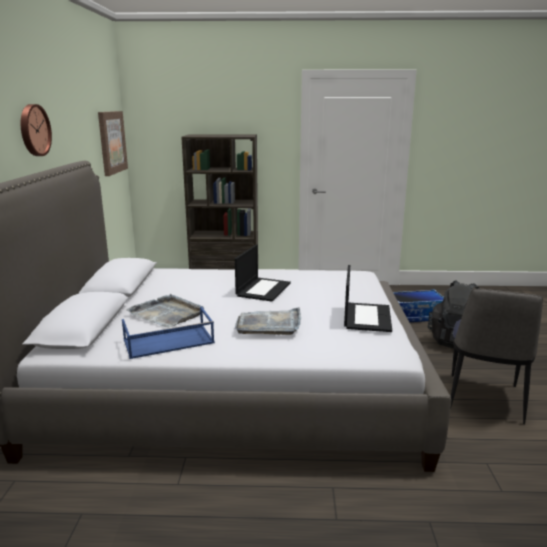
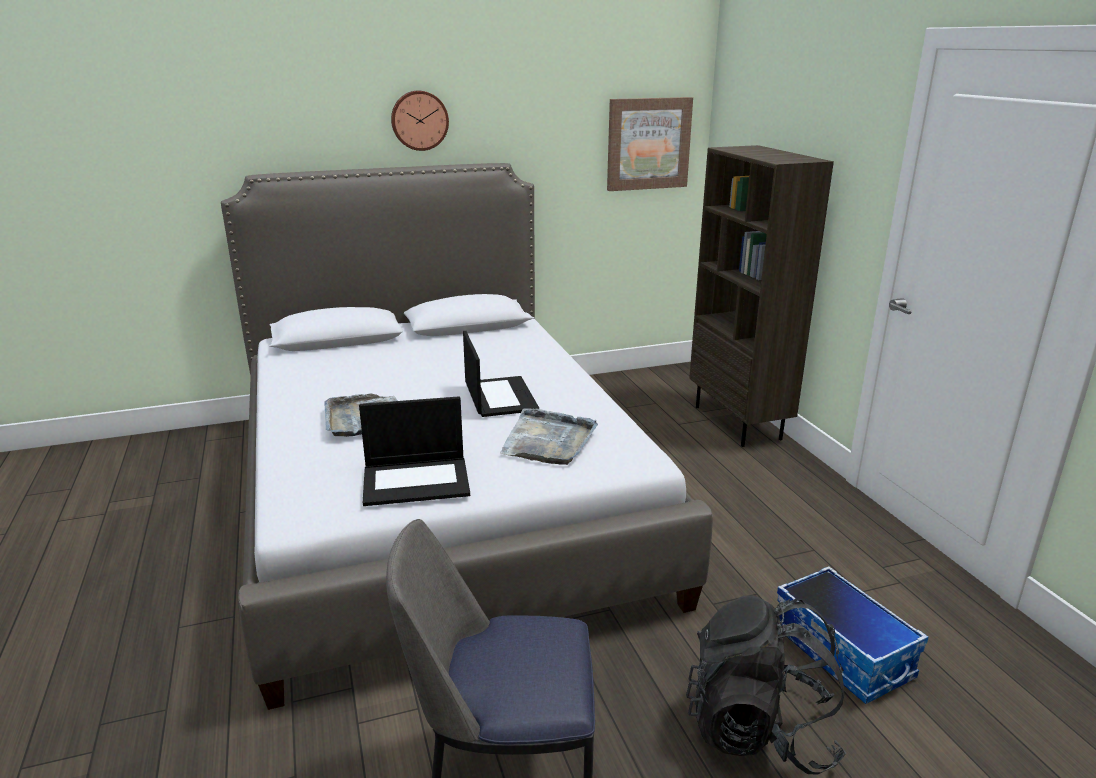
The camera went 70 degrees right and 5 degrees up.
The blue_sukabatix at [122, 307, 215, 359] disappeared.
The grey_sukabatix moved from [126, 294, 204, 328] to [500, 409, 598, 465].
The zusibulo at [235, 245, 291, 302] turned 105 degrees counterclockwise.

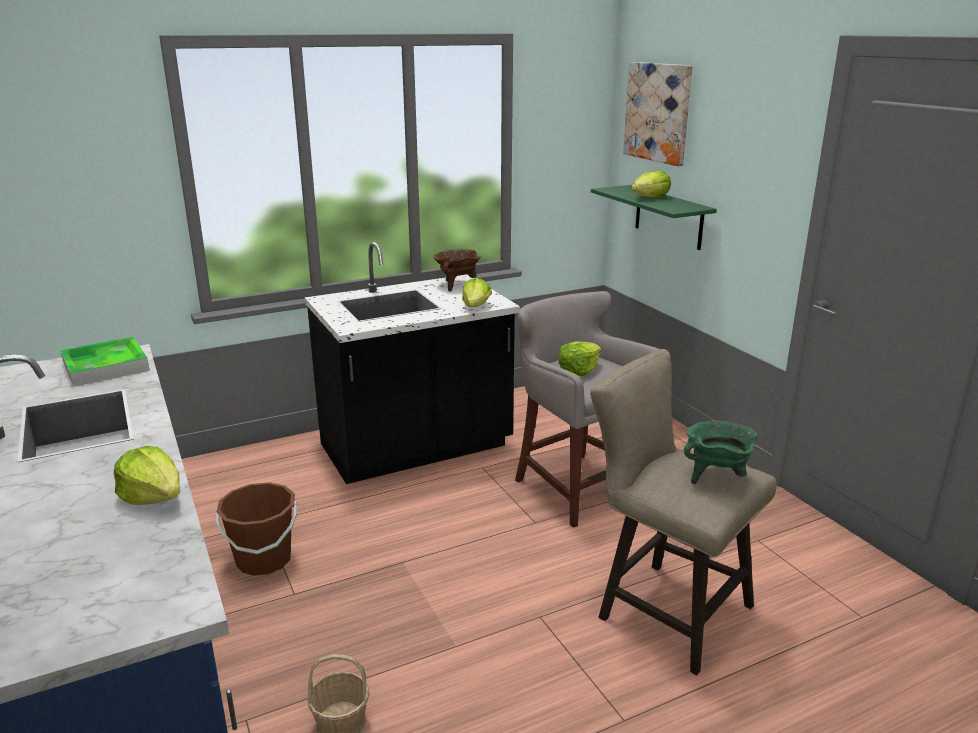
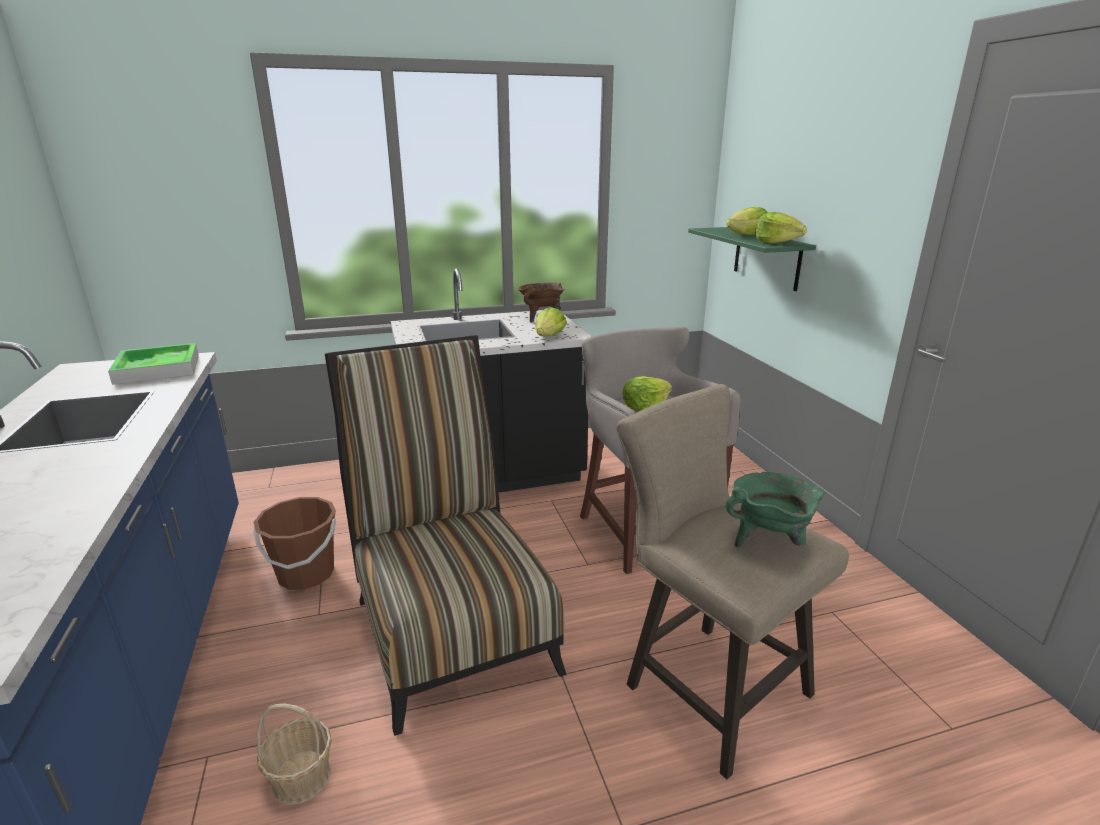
The camera went 10 degrees right and 0 degrees up.
The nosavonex moved from [113, 446, 181, 505] to [755, 212, 807, 244].
The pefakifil at [623, 62, 692, 166] disappeared.
The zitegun at [325, 335, 566, 736] appeared.

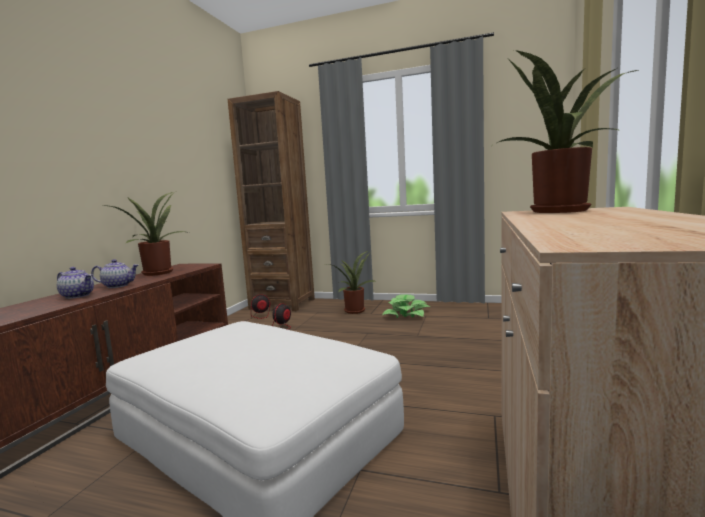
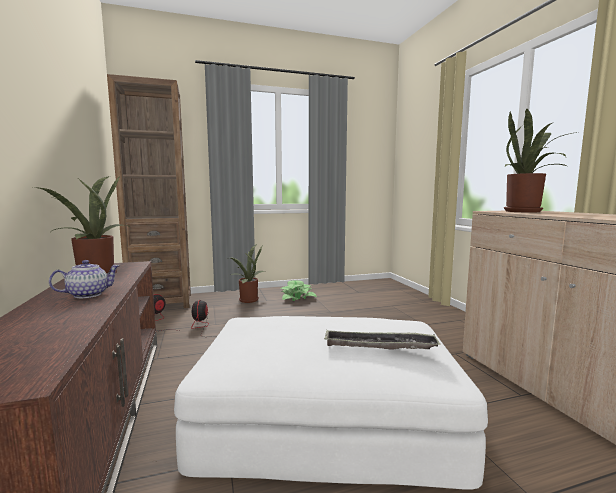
The camera went 35 degrees left and 0 degrees up.
The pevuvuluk at [57, 267, 94, 299] disappeared.
The sukabatix at [324, 330, 441, 349] appeared.

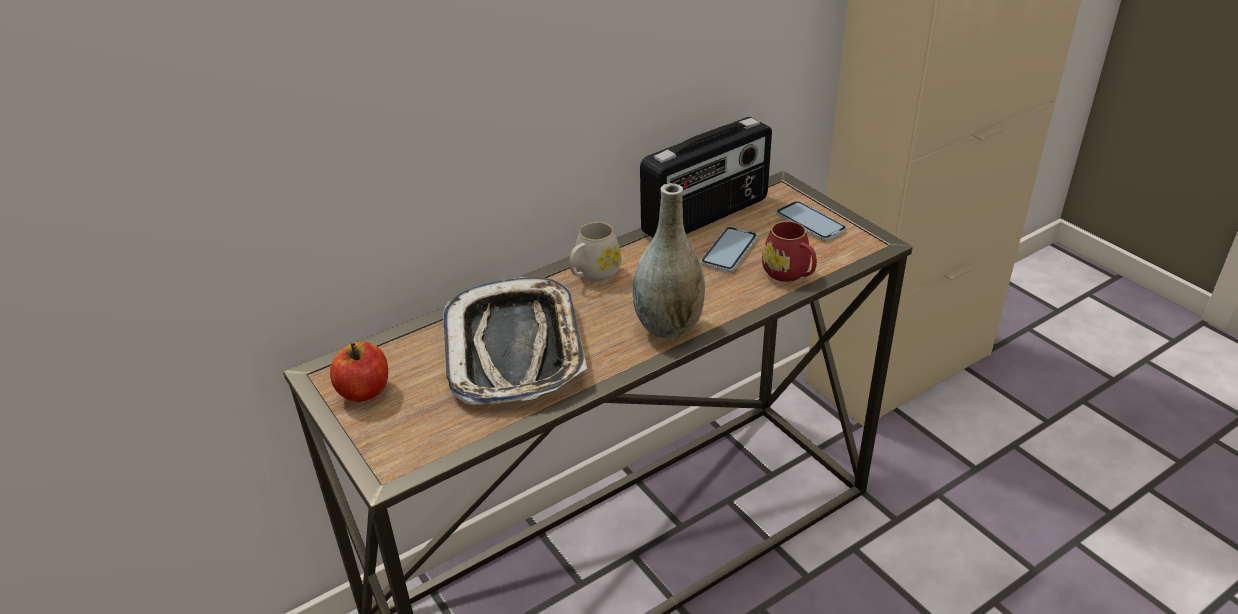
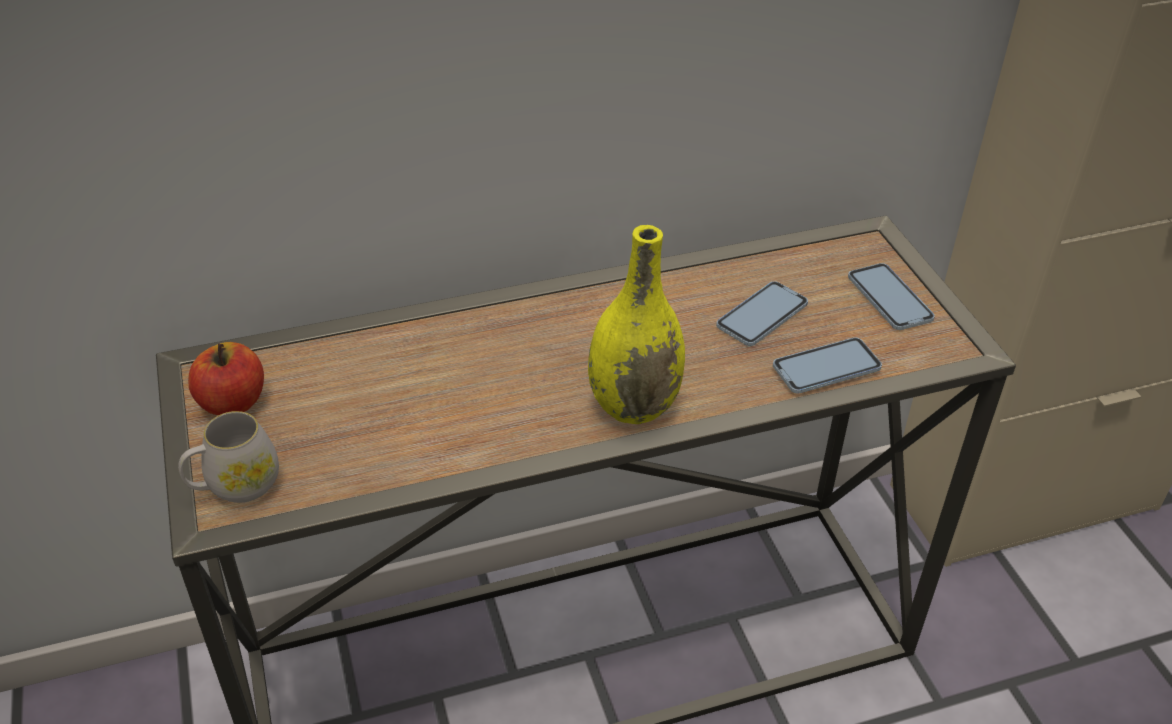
The camera went 15 degrees right and 5 degrees up.
The sukabatix at [443, 277, 587, 405] disappeared.
The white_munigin moved from [569, 222, 621, 282] to [178, 411, 279, 503].
The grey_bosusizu at [633, 183, 705, 339] became the yellow_bosusizu at [588, 225, 685, 424].
The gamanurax at [640, 117, 772, 238] disappeared.
The red_munigin at [762, 221, 817, 282] was replaced by the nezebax at [773, 337, 882, 393].

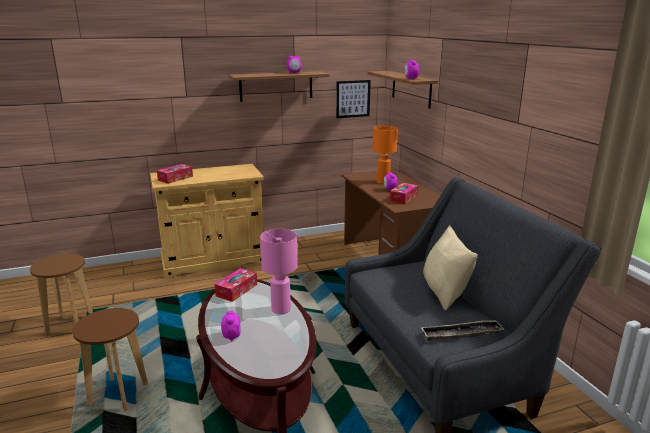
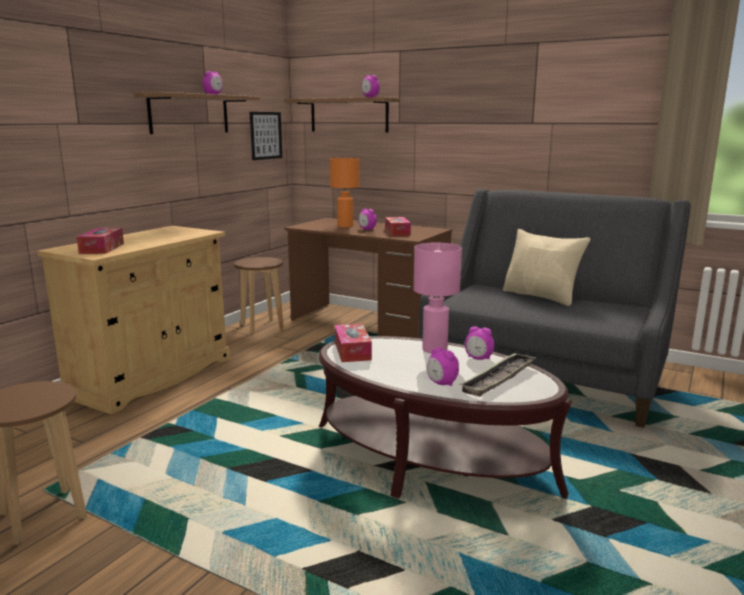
The camera went 40 degrees left and 5 degrees down.
The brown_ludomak moved from [72, 308, 148, 411] to [234, 257, 284, 334].
The sukabatix moved from [421, 320, 505, 341] to [459, 353, 535, 397].
The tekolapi at [465, 326, 494, 360] appeared.

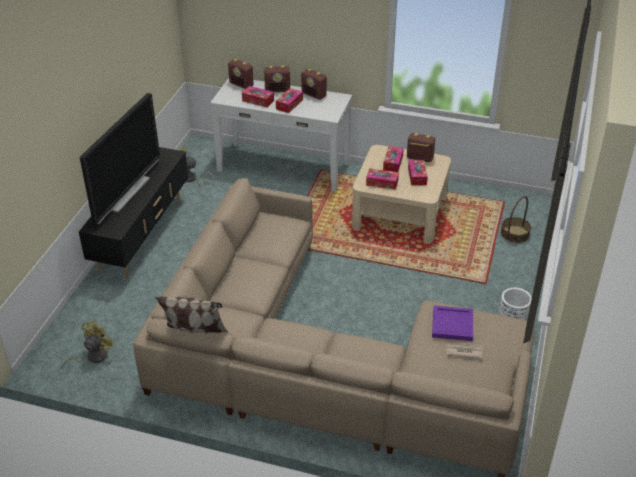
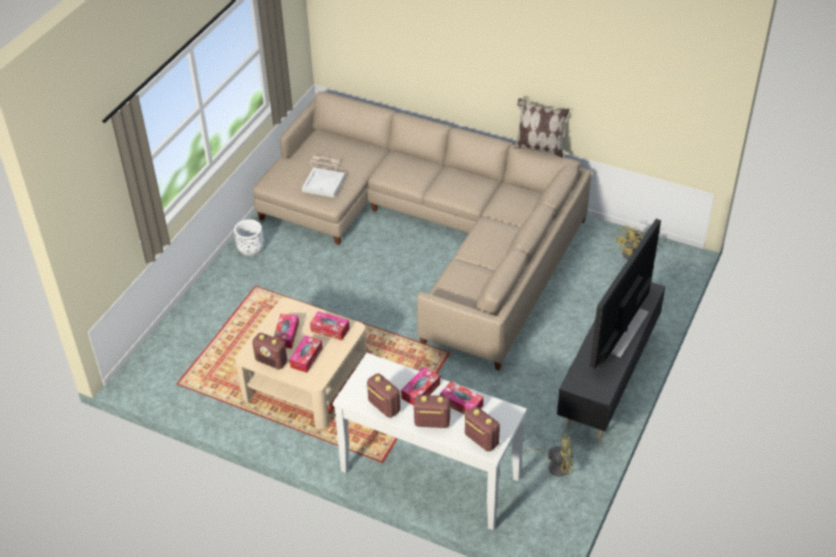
The camera went 170 degrees left and 5 degrees up.
The purple_sukabatix at [432, 306, 473, 341] became the white_sukabatix at [302, 167, 345, 198].
The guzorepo at [501, 196, 531, 243] disappeared.

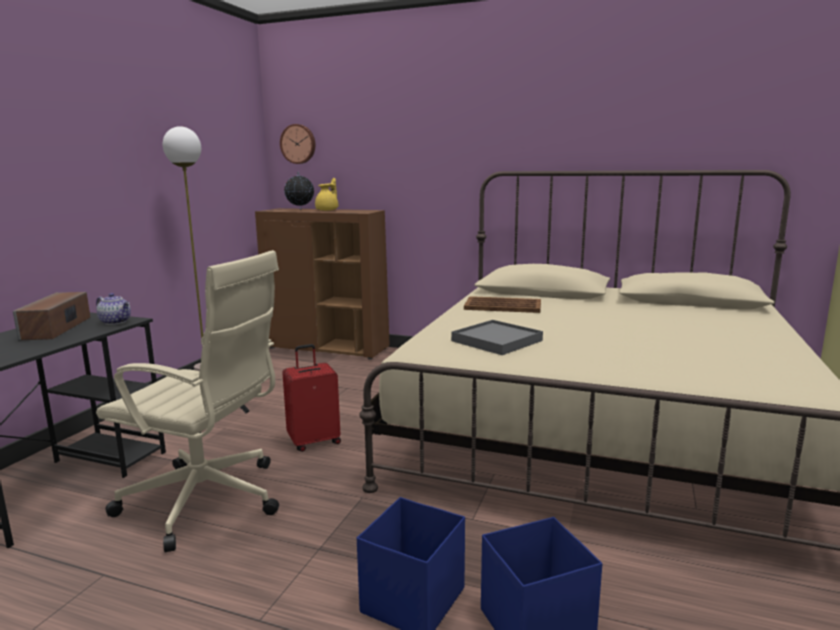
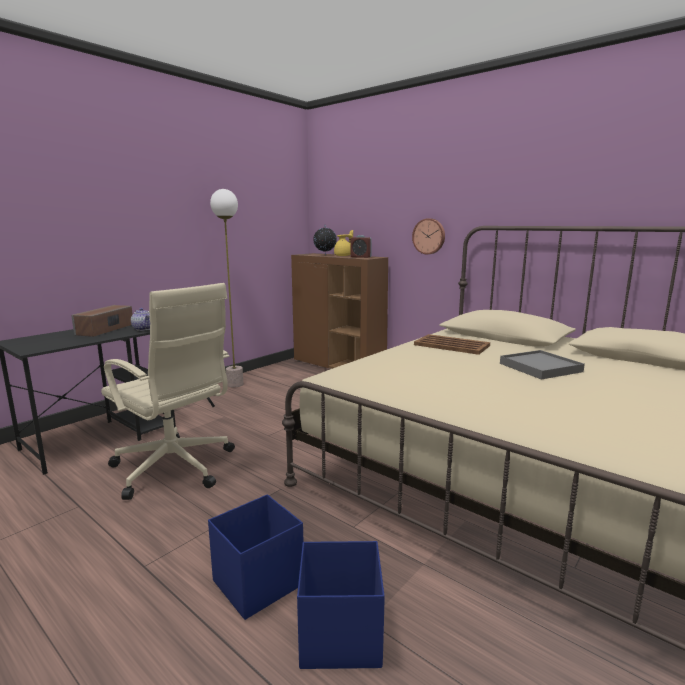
The camera went 20 degrees right and 0 degrees up.
The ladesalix moved from [280, 124, 315, 164] to [412, 218, 445, 254].
The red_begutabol at [282, 344, 341, 452] disappeared.
The grey_sukabatix moved from [451, 320, 543, 355] to [500, 350, 585, 380].
The tekolapi at [351, 235, 372, 258] appeared.

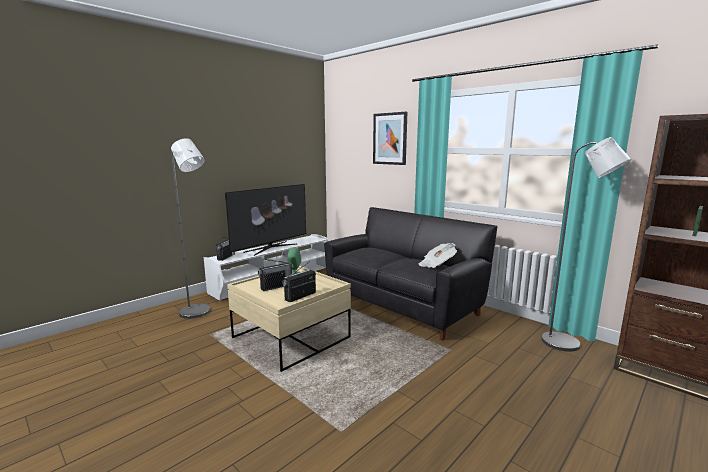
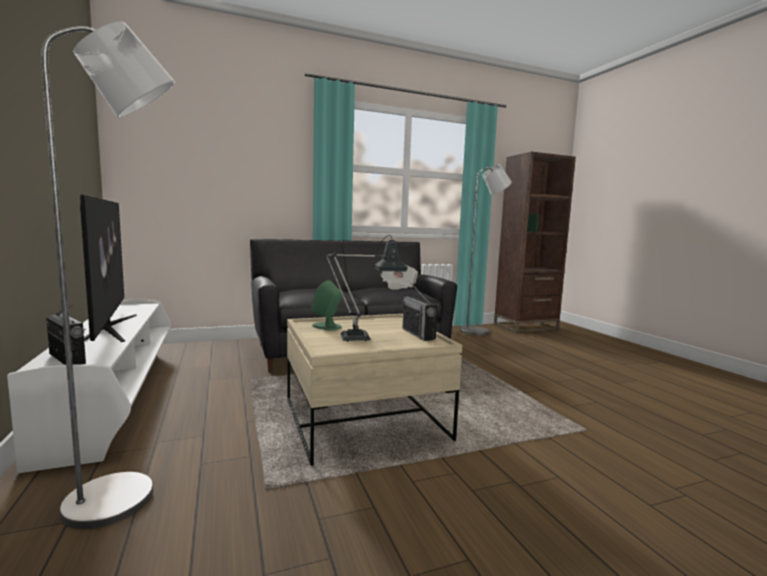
The camera went 65 degrees left and 5 degrees down.
The gamanurax at [258, 259, 294, 291] was replaced by the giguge at [325, 235, 408, 342].
The pefakifil at [373, 112, 407, 165] disappeared.

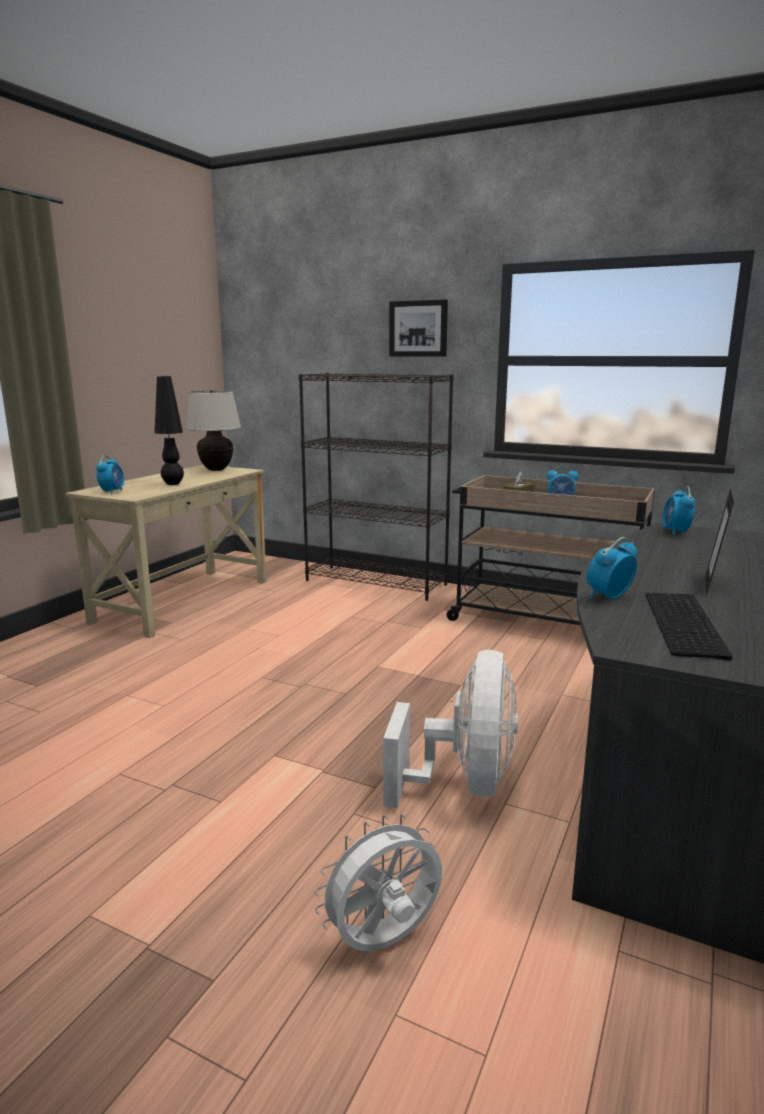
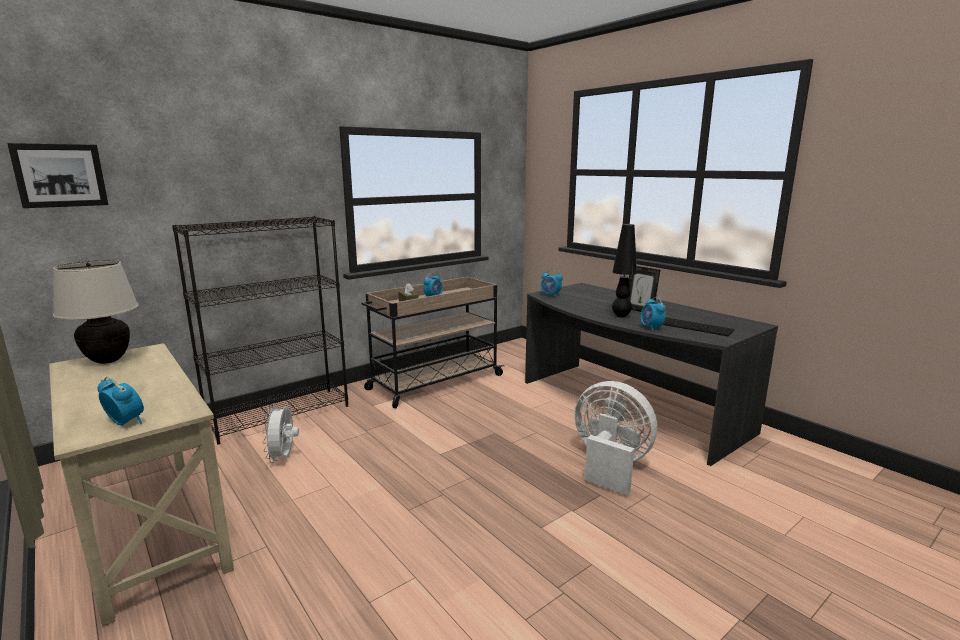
The camera went 65 degrees left and 0 degrees up.
The black_giguge moved from [155, 376, 184, 485] to [612, 224, 637, 317].
The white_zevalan moved from [315, 814, 442, 951] to [262, 403, 299, 463].
The pefakifil moved from [389, 299, 448, 357] to [7, 143, 108, 208].

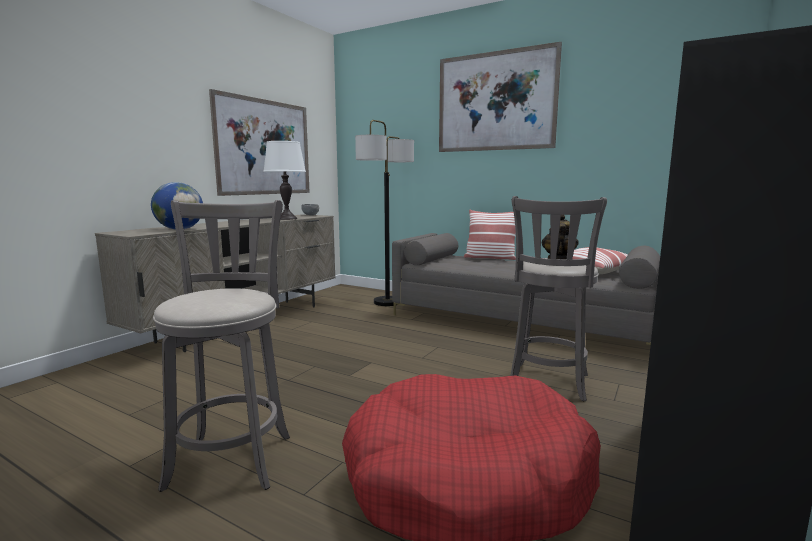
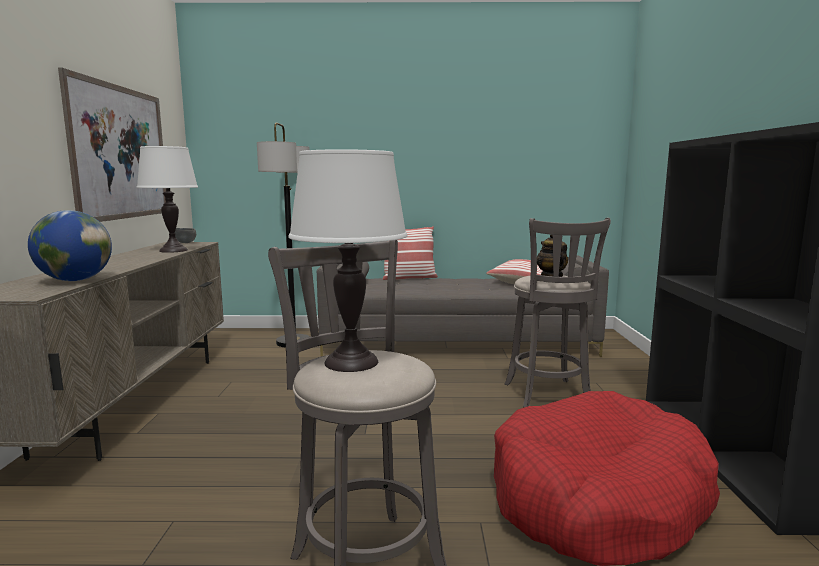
The camera went 30 degrees left and 0 degrees up.
The pefakifil at [439, 42, 562, 152] disappeared.
The white_giguge at [288, 149, 407, 372] appeared.

